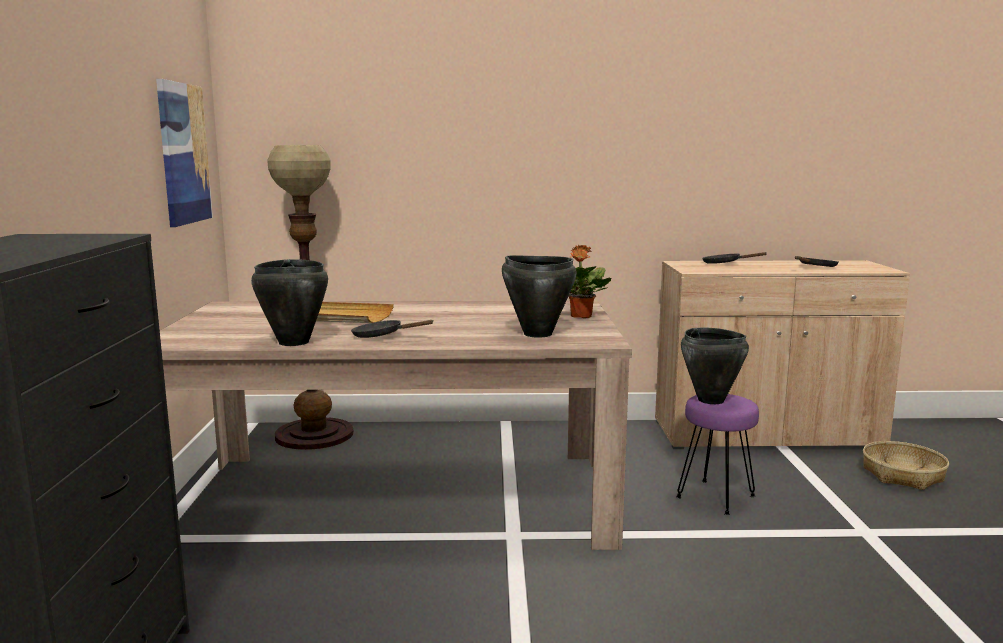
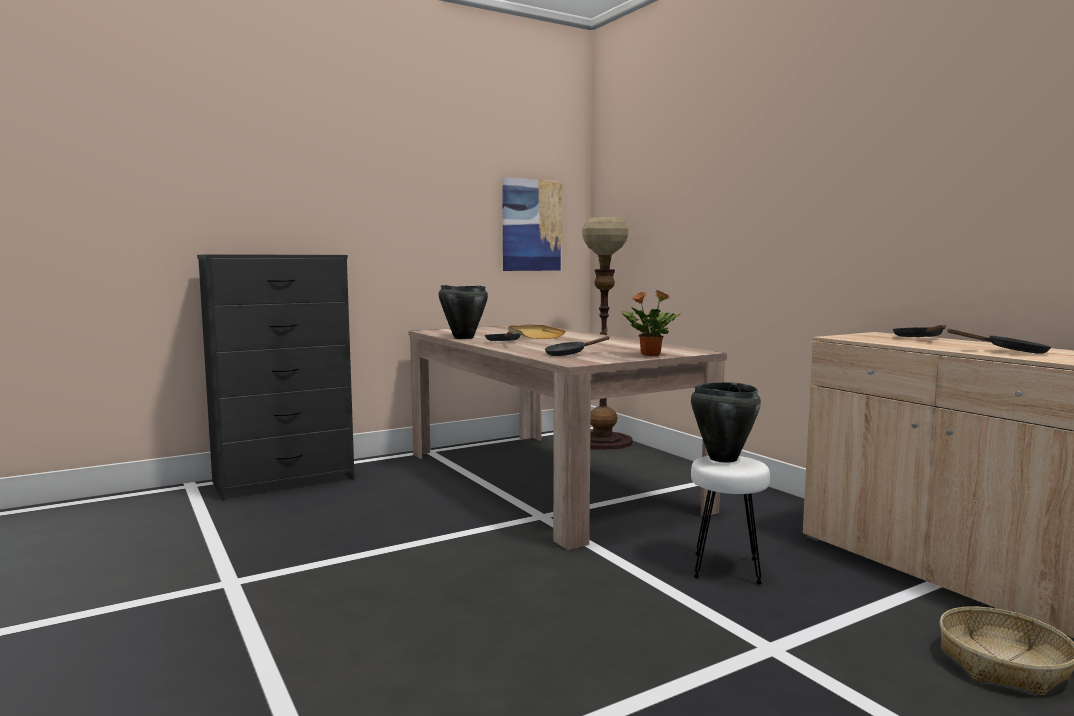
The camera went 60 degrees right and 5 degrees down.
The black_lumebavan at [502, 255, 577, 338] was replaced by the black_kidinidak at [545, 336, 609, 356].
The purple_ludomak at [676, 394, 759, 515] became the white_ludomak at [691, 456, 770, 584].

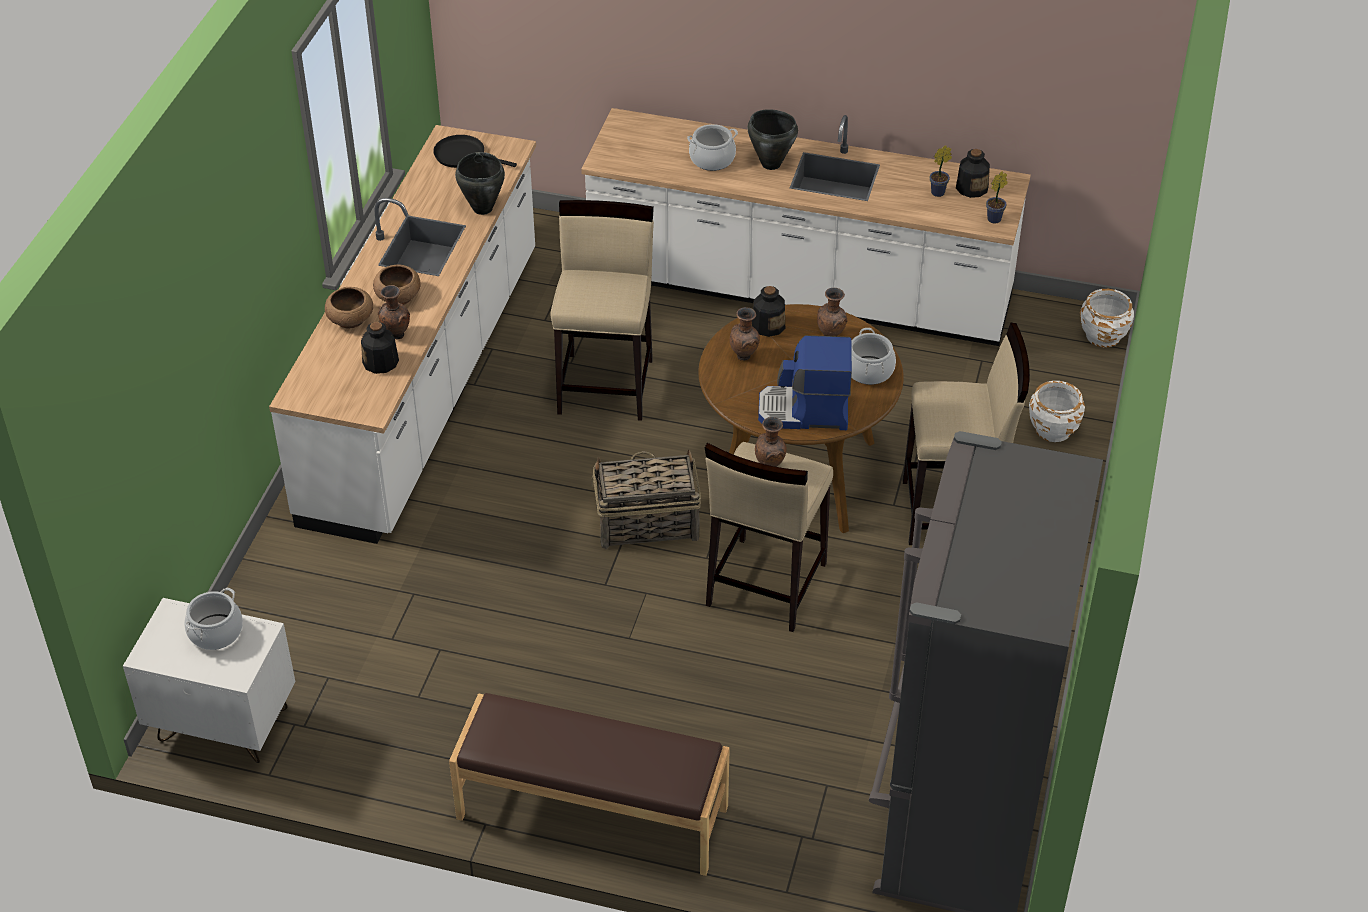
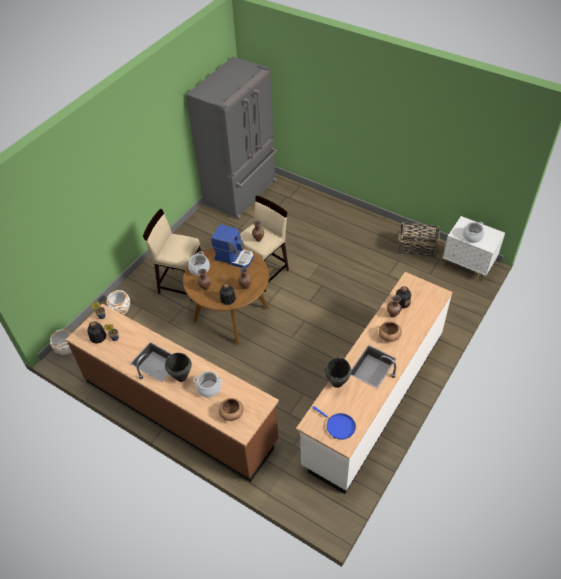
The camera went 160 degrees left and 5 degrees up.
The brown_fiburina moved from [325, 287, 373, 328] to [219, 398, 244, 421].
The black_kidinidak at [433, 135, 517, 168] became the blue_kidinidak at [312, 406, 356, 440].
The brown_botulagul at [449, 693, 730, 876] disappeared.
The beige_ludomak at [550, 200, 654, 421] disappeared.
The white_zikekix at [581, 108, 1031, 346] became the brown_zikekix at [66, 304, 279, 482].
The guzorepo moved from [592, 450, 701, 549] to [398, 222, 440, 259].

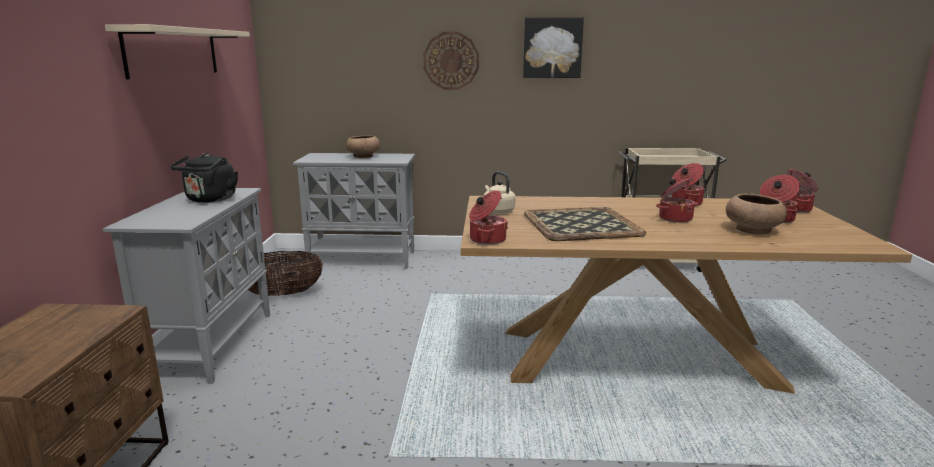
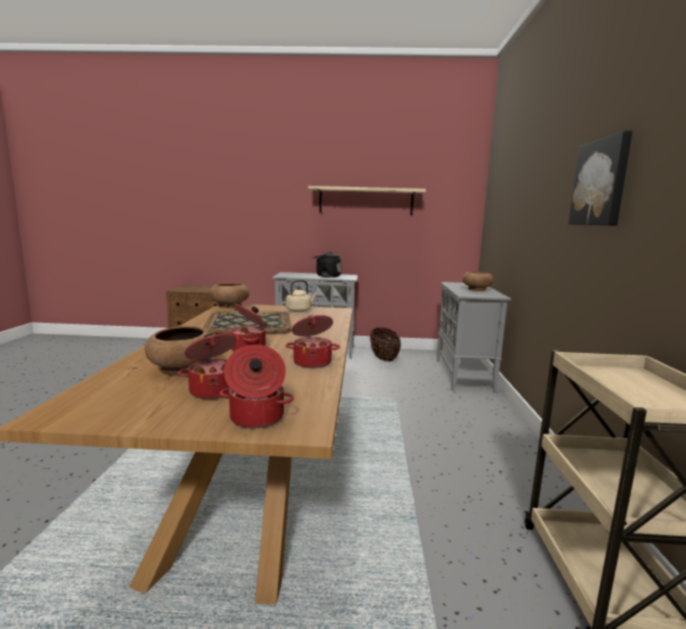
The camera went 90 degrees right and 5 degrees down.
The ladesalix at [423, 32, 479, 90] disappeared.
The lumebavan at [469, 191, 508, 245] was replaced by the brown_fiburina at [210, 283, 249, 308].

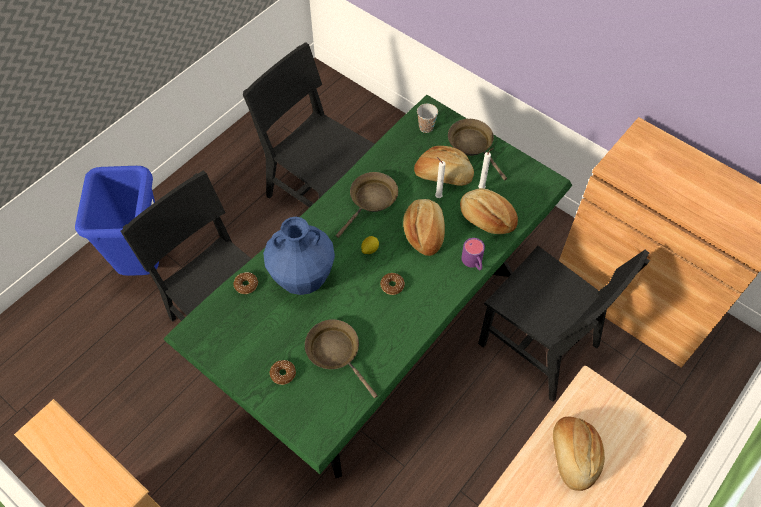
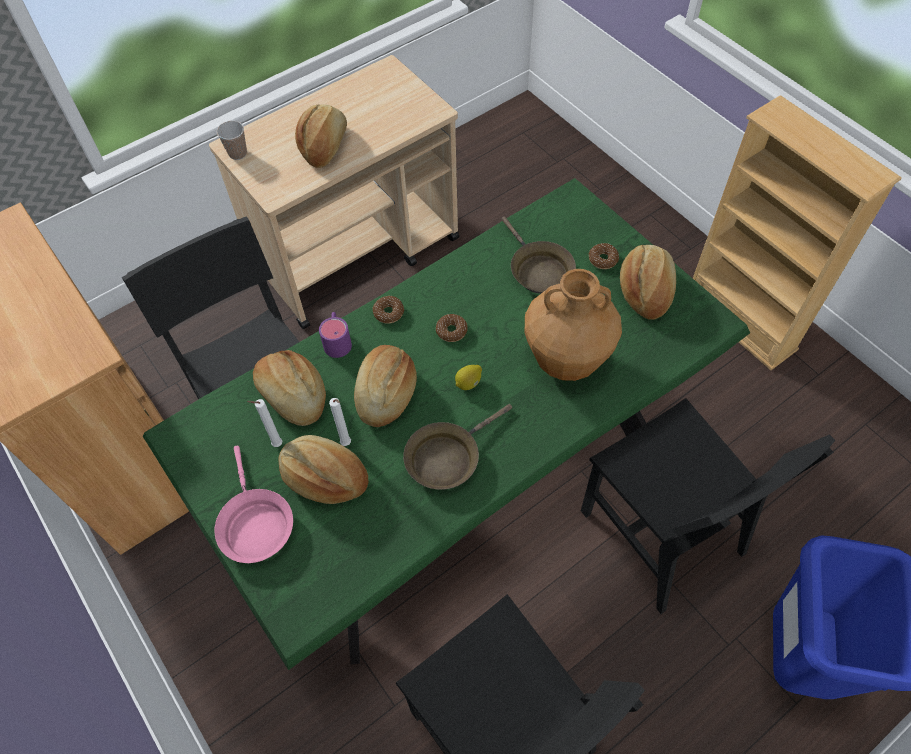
The camera went 165 degrees left and 0 degrees up.
The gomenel moved from [233, 272, 258, 294] to [373, 296, 404, 324].
The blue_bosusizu at [263, 217, 335, 295] became the brown_bosusizu at [525, 269, 622, 381].
The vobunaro moved from [417, 103, 438, 133] to [217, 121, 247, 160].
The brown_kidinidak at [448, 119, 507, 180] became the pink_kidinidak at [214, 446, 293, 563].
The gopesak at [620, 245, 676, 320] appeared.

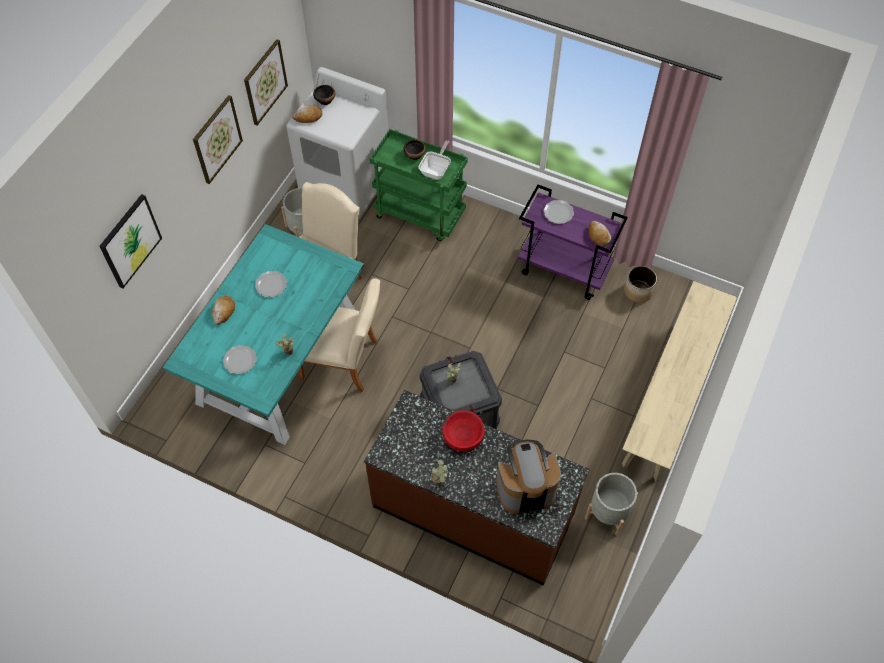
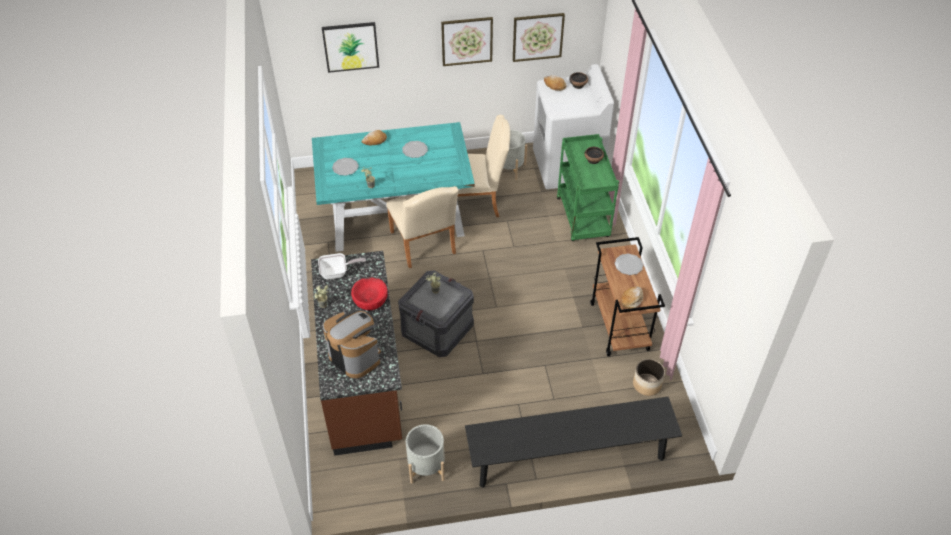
The camera went 55 degrees right and 10 degrees down.
The kidinidak moved from [419, 140, 451, 180] to [318, 253, 366, 280].
The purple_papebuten at [518, 185, 628, 300] became the brown_papebuten at [590, 237, 665, 356].
The beige_botulagul at [622, 281, 737, 481] became the black_botulagul at [465, 397, 682, 488].

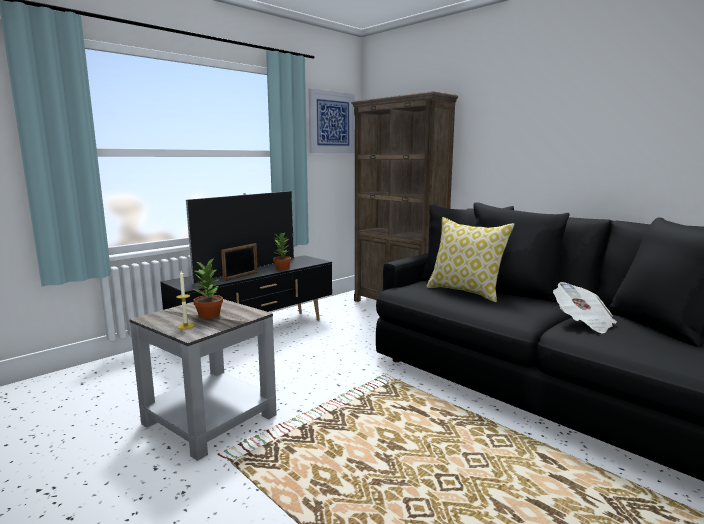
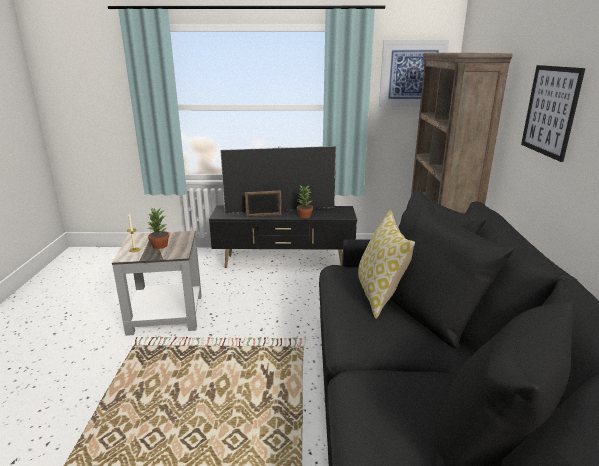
The camera went 45 degrees right and 10 degrees up.
The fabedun at [553, 282, 617, 334] disappeared.
The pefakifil at [521, 65, 585, 162] appeared.

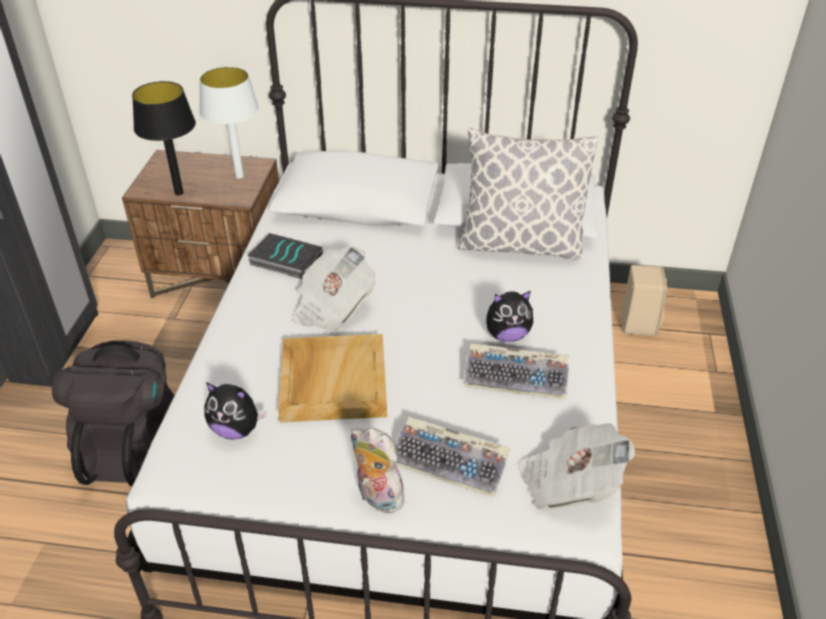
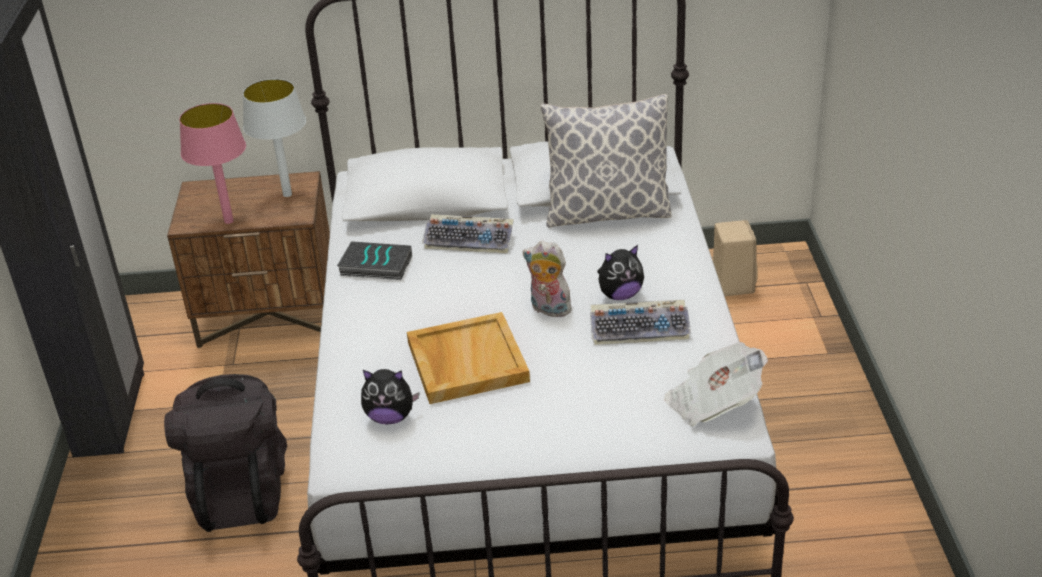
The camera went 10 degrees left and 5 degrees down.
The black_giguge at [132, 81, 196, 196] became the pink_giguge at [179, 103, 246, 224].
The fabedun at [292, 246, 375, 331] disappeared.
The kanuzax moved from [351, 428, 404, 513] to [523, 241, 572, 317].
The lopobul moved from [395, 417, 510, 497] to [422, 214, 514, 254].

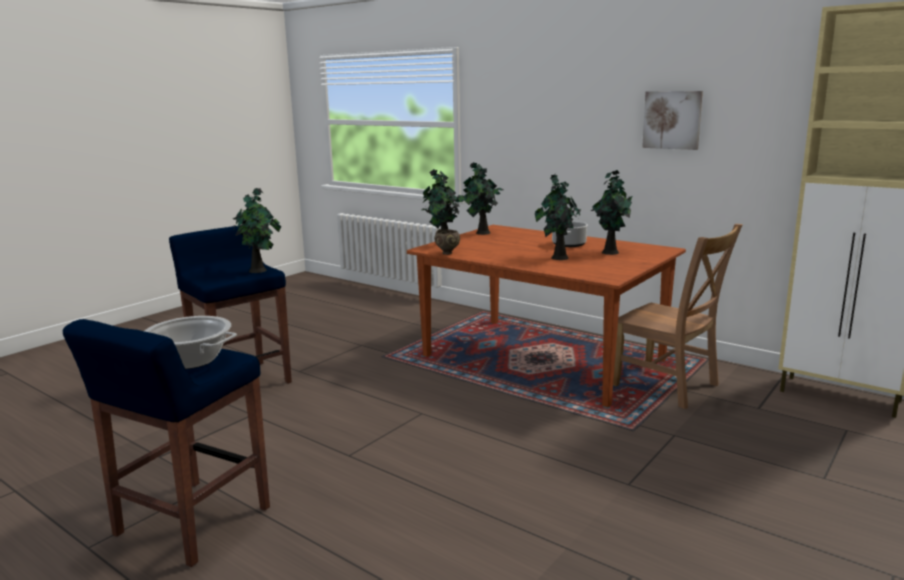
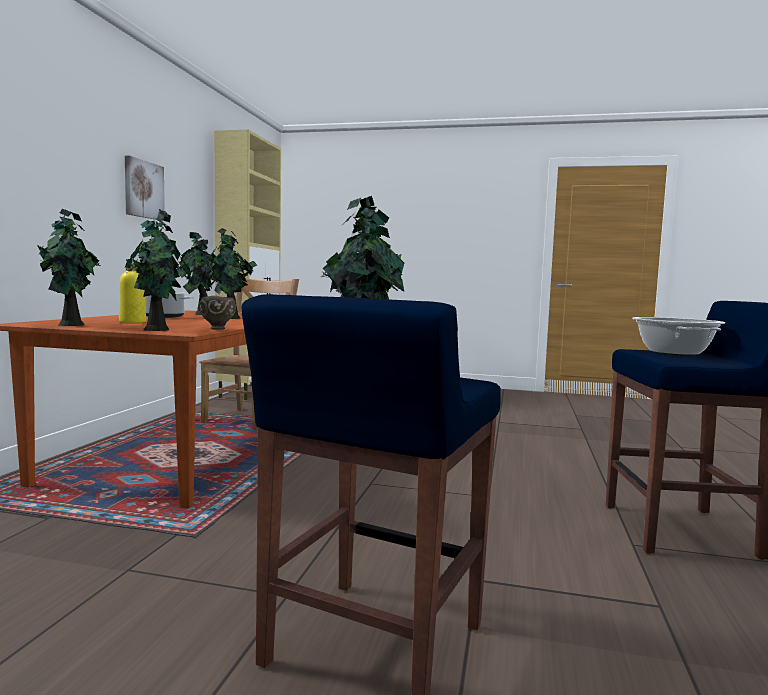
The camera went 115 degrees left and 10 degrees down.
The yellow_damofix at [119, 264, 146, 323] appeared.

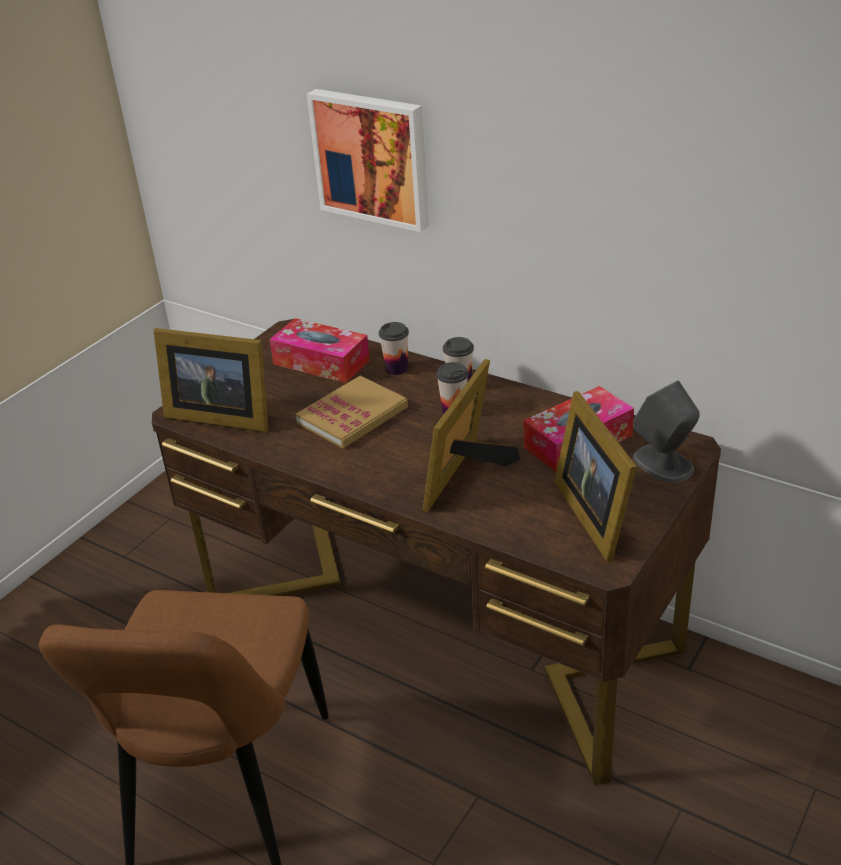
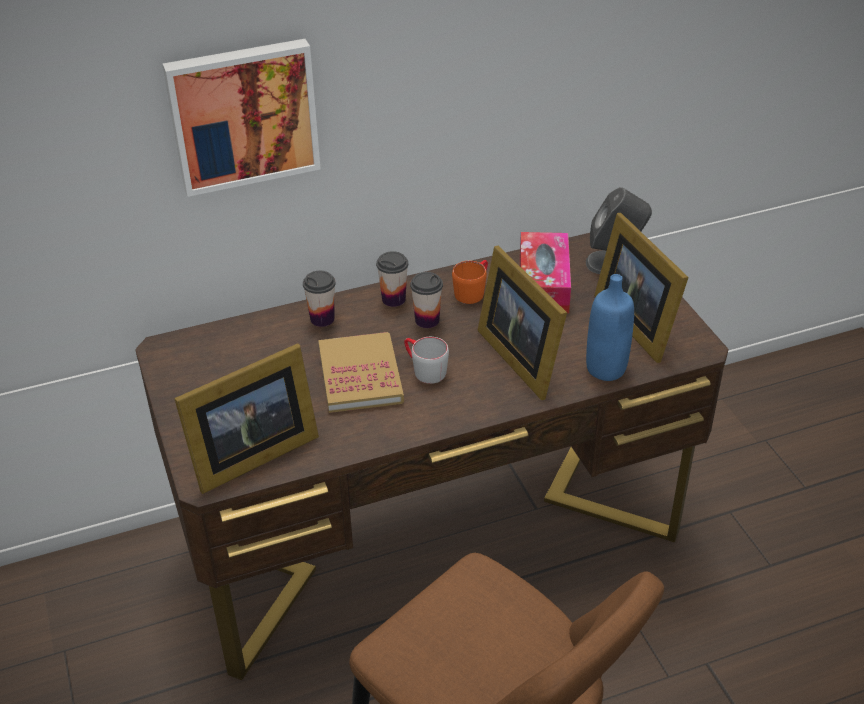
The camera went 55 degrees left and 5 degrees up.
The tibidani at [269, 318, 370, 383] disappeared.
The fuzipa at [554, 391, 637, 562] turned 45 degrees clockwise.
The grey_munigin at [404, 337, 449, 384] appeared.
The orange_munigin at [452, 260, 488, 304] appeared.
The blue_damofix at [586, 274, 634, 381] appeared.

